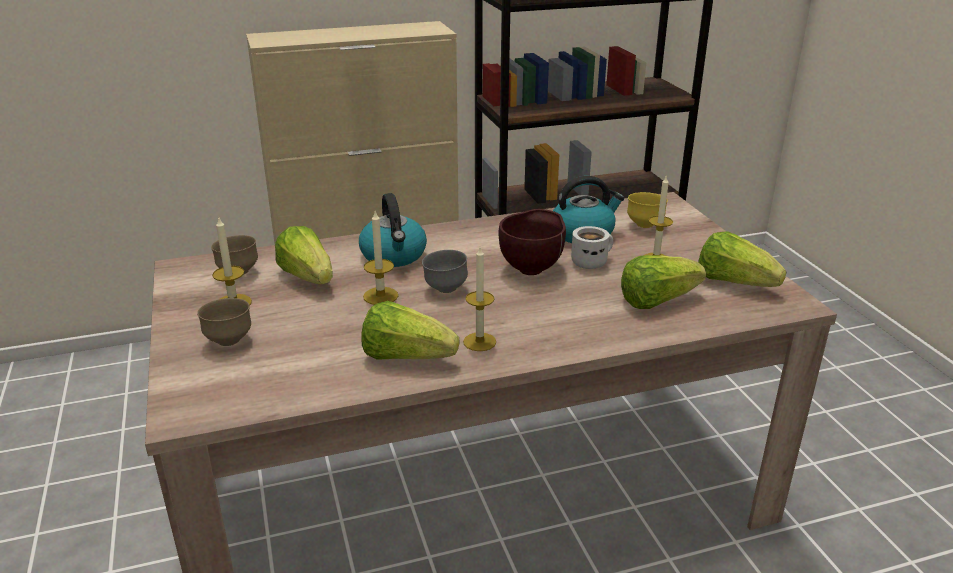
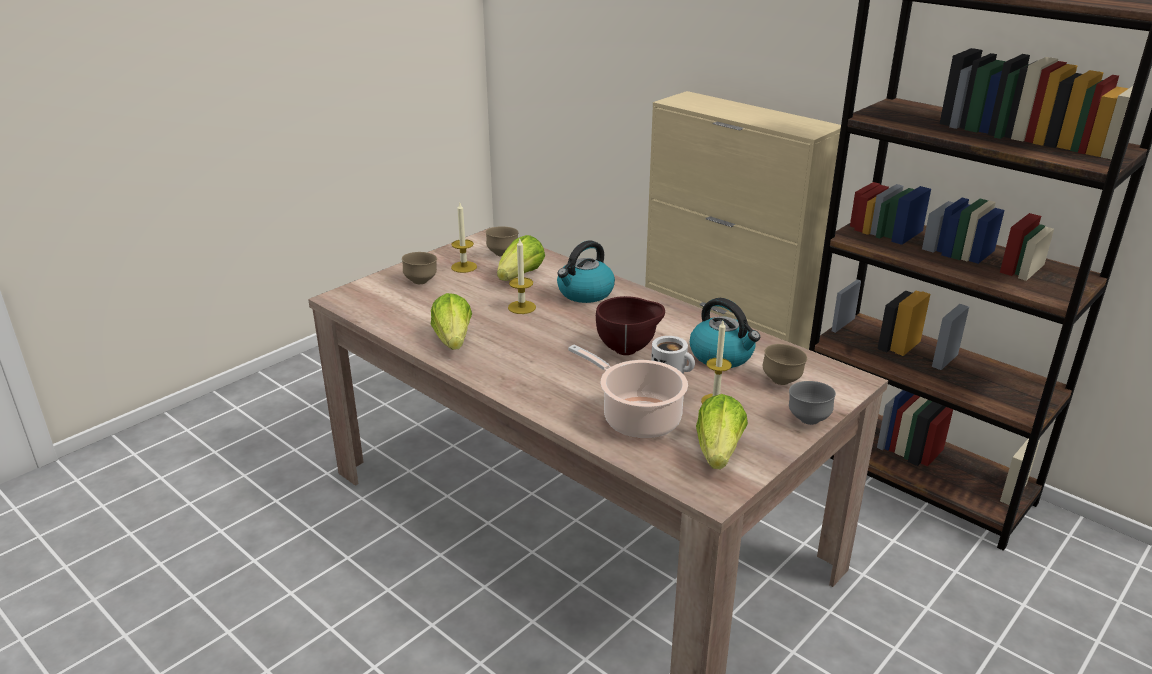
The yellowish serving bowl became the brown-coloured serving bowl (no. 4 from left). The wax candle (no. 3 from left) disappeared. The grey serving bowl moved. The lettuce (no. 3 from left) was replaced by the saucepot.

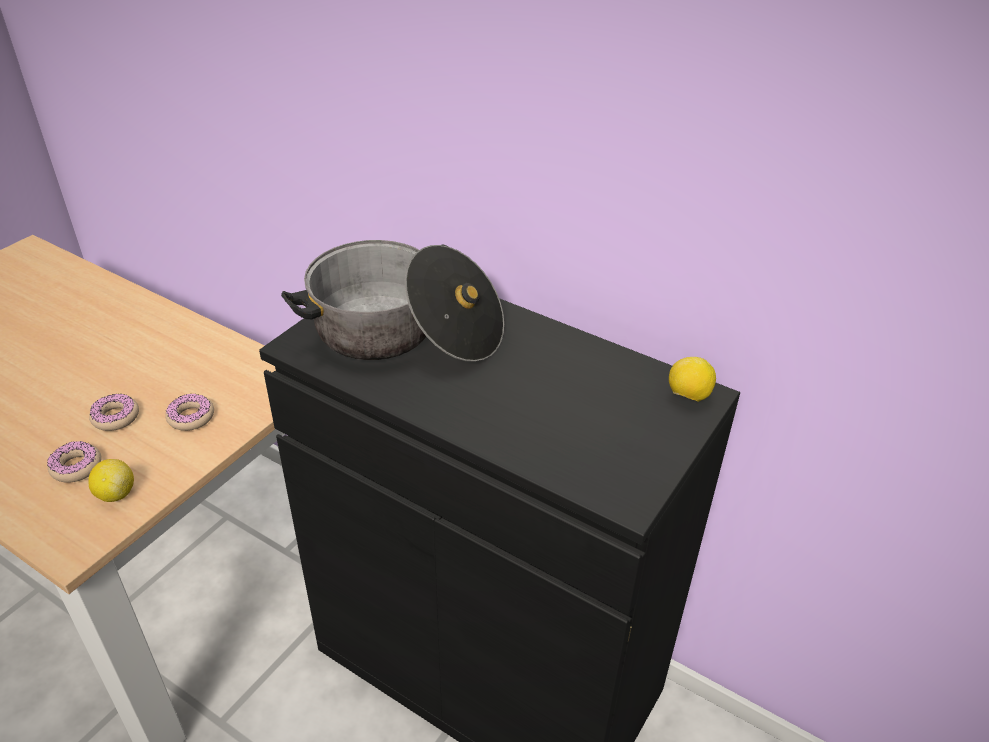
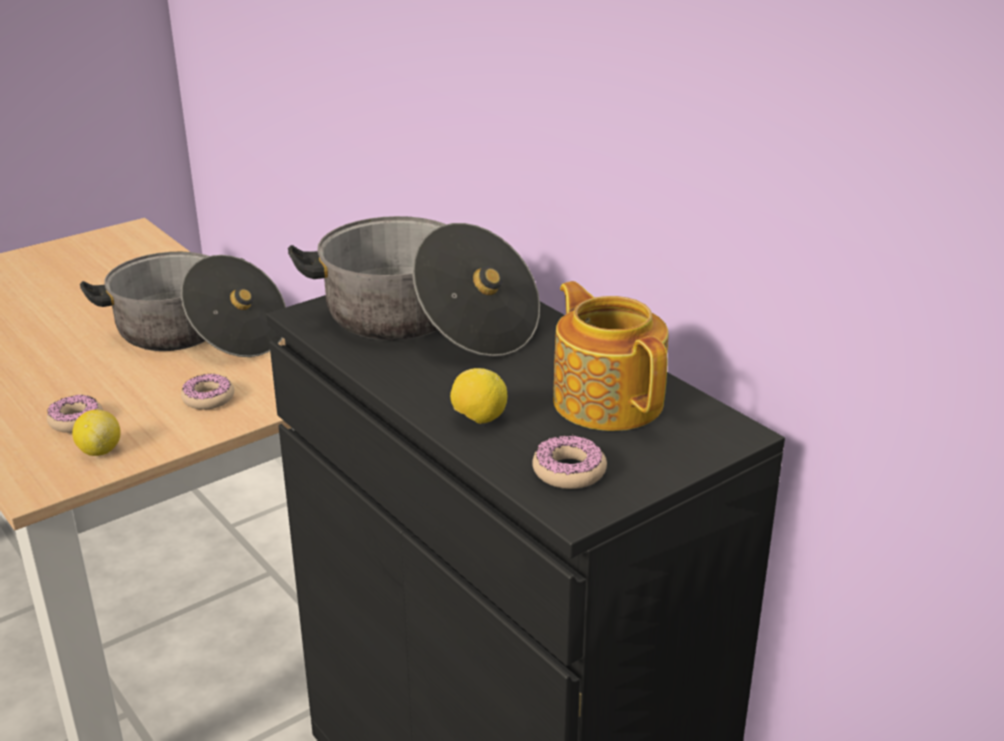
The whole lemon (no. 2 from left) moved. The ring doughnut (no. 2 from left in the first image) moved. The saucepot (no. 1 from left) appeared. The pot for tea appeared.

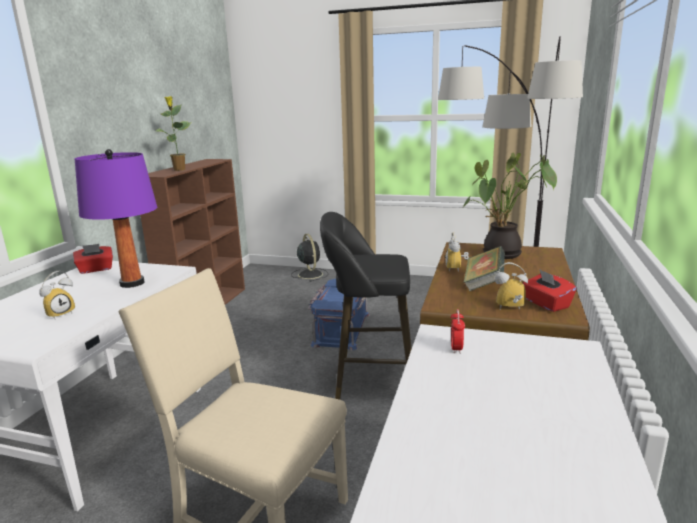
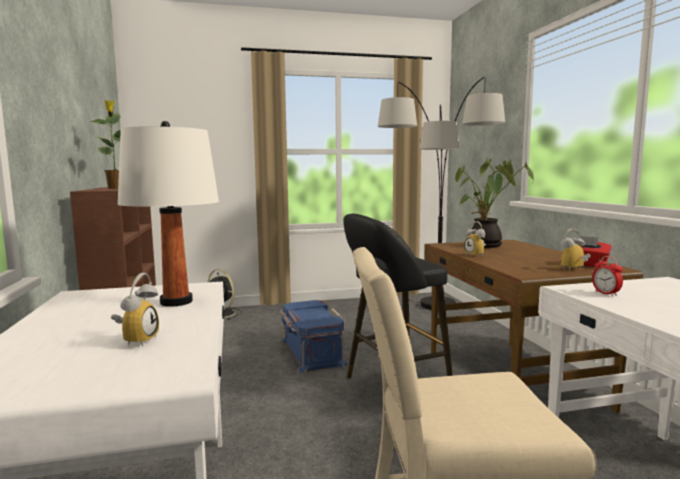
The purplish table lamp became the white-coloured table lamp. The red-coloured box of tissues (no. 1 from left) disappeared. The book disappeared.

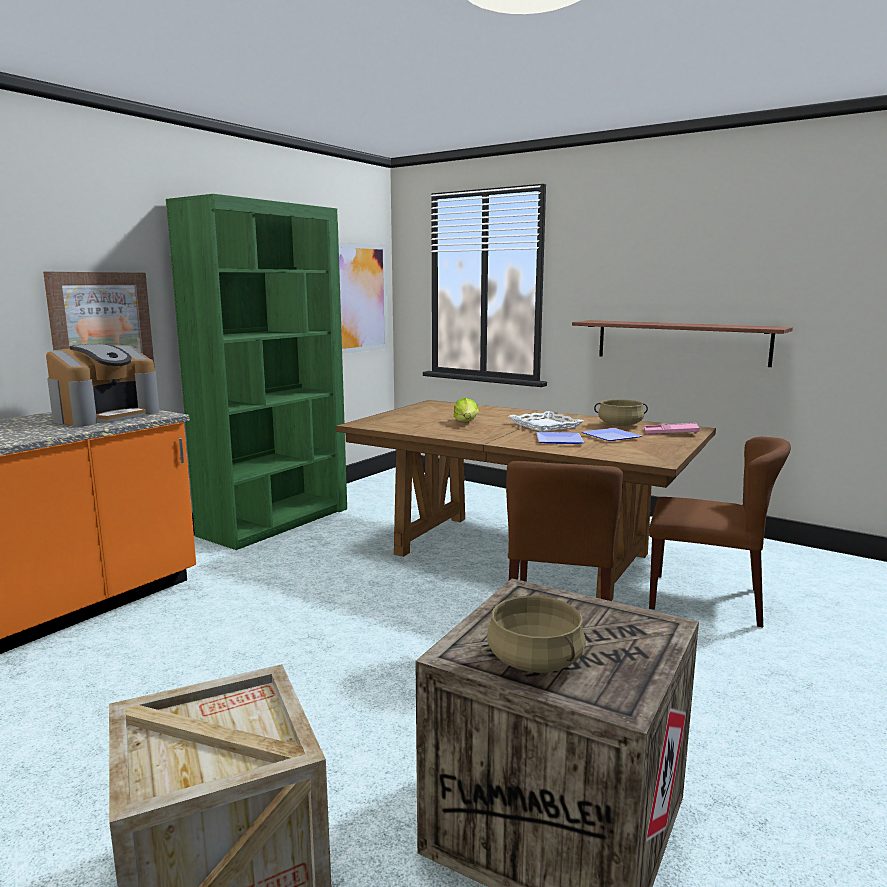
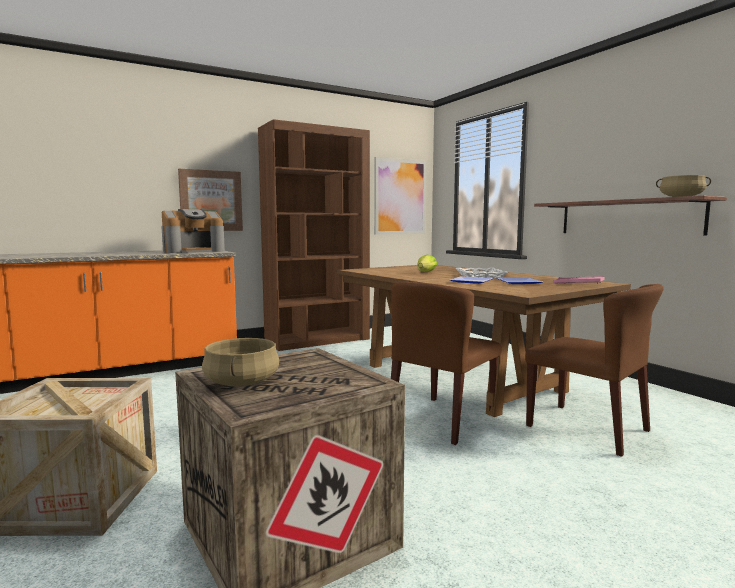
The green bookshelf became the brown-coloured bookshelf. The beige saucepot (no. 2 from left) moved.

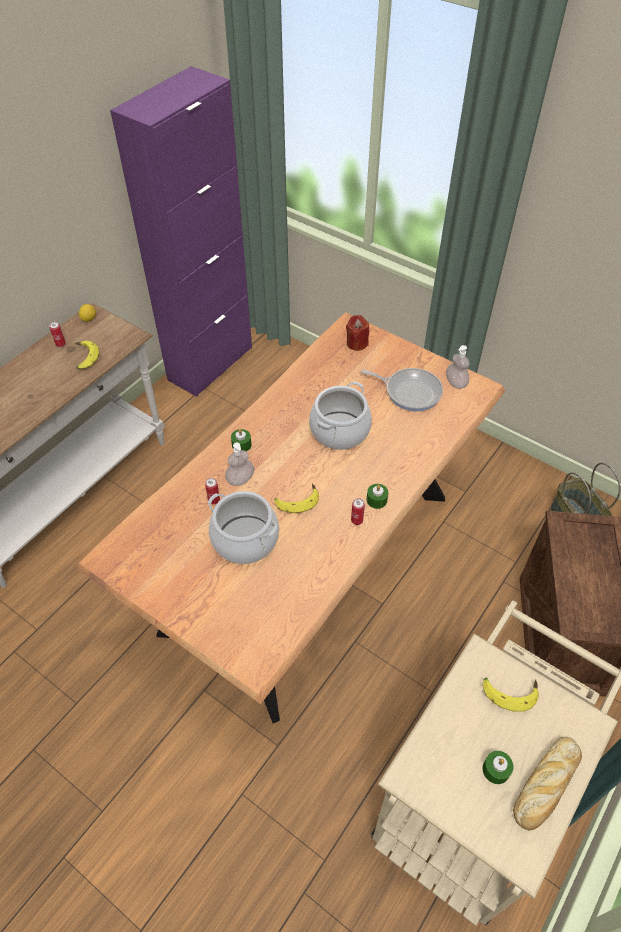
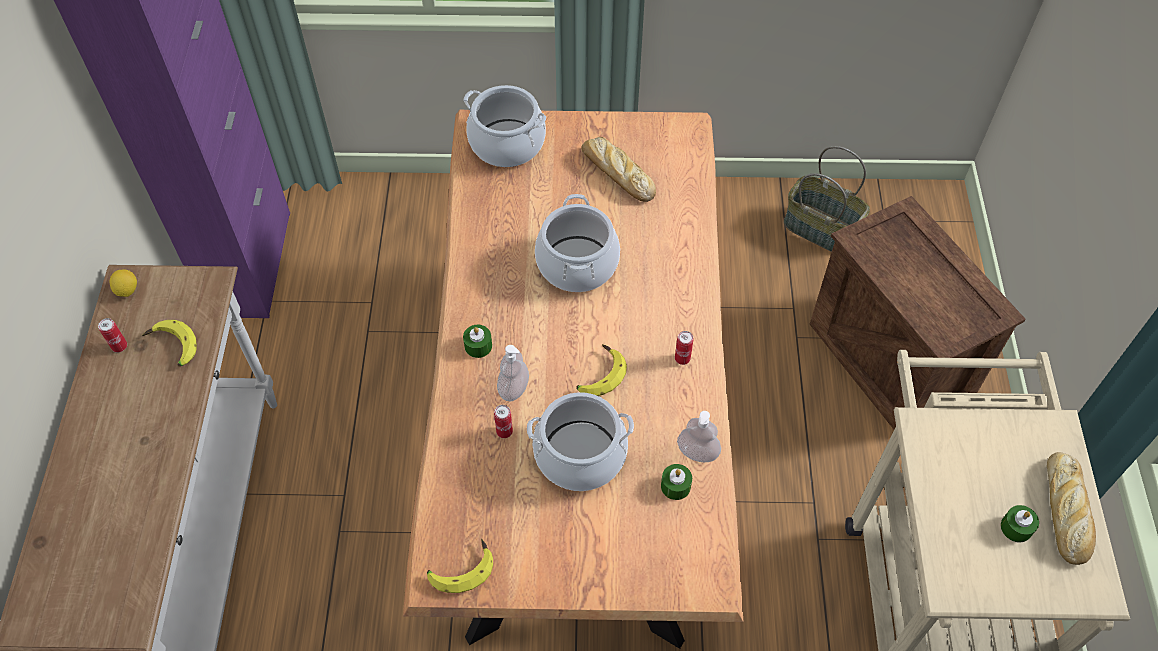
The red-coloured wax candle was replaced by the saucepot (no. 1 from left). The liquid soap bottle (no. 2 from left) moved. The skillet was replaced by the bakery bread (no. 1 from left). The green wax candle (no. 2 from left) moved. The banana fruit (no. 3 from left in the first image) moved.

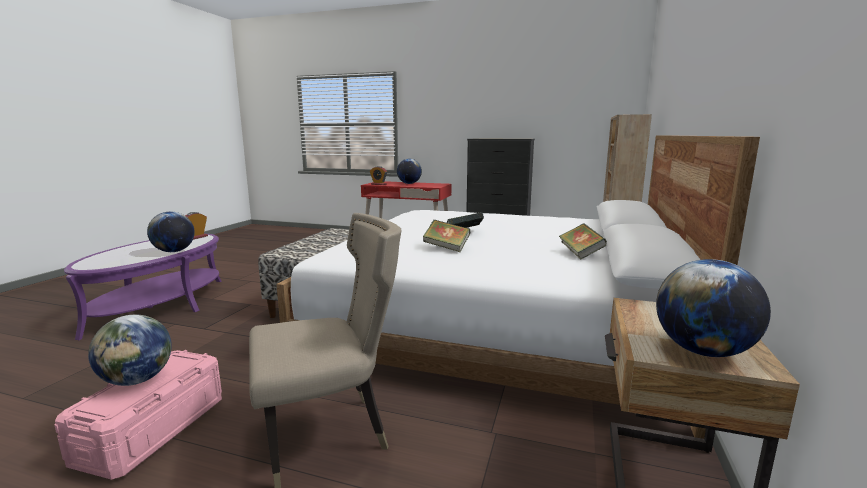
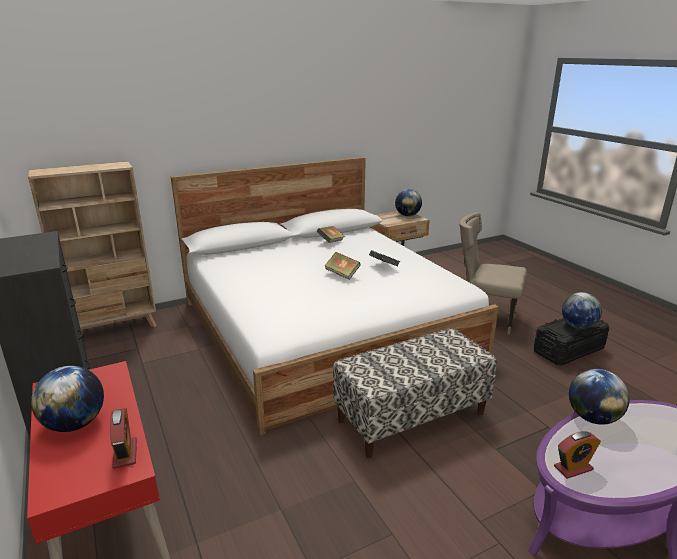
The pink-coloured storage container became the black-coloured storage container.

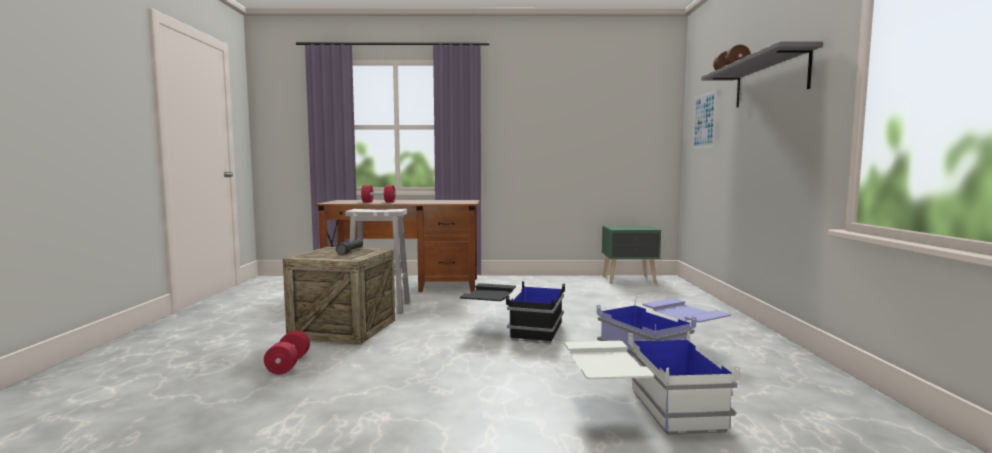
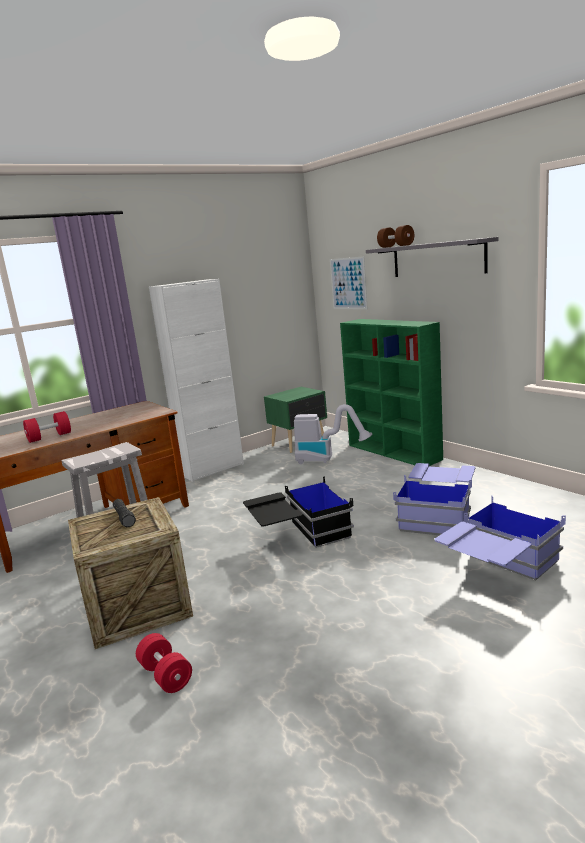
The white-coloured storage container became the blue-coloured storage container (no. 2 from left). The white-coloured storage cabinet appeared. The green bookshelf appeared. The vacuum cleaner appeared.

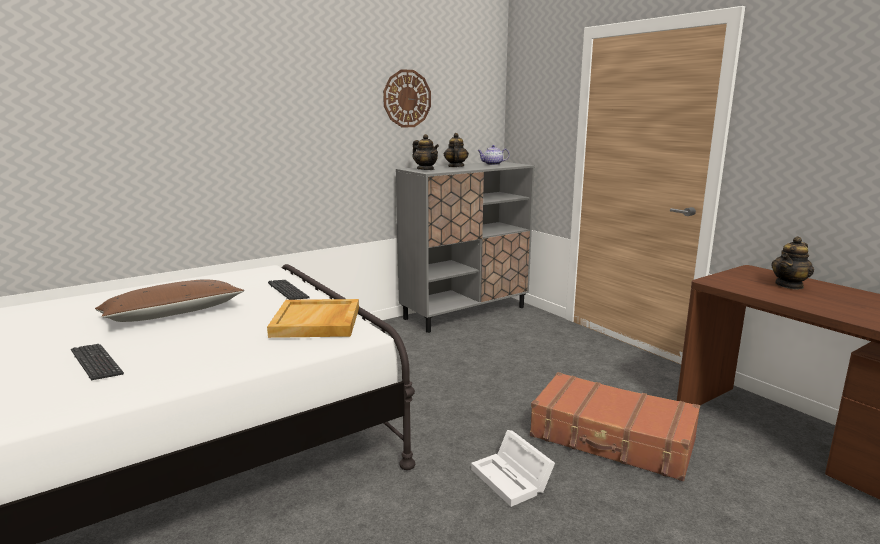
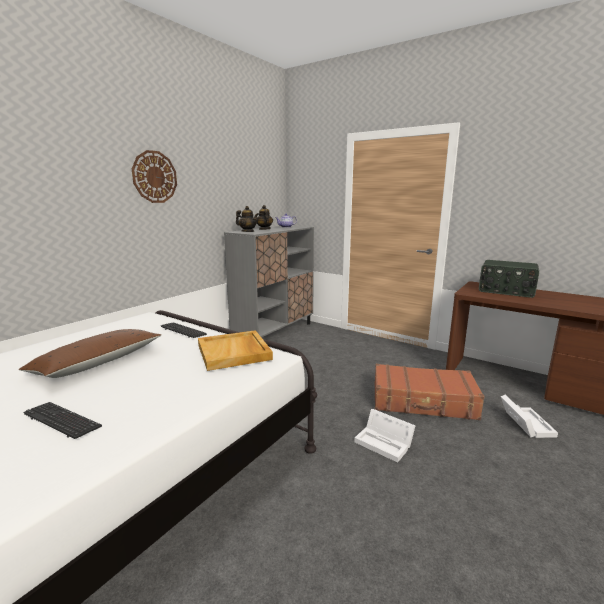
The wall clock moved. The pot for tea (no. 4 from left) was replaced by the radio set. The white-coloured storage container (no. 2 from left) appeared.

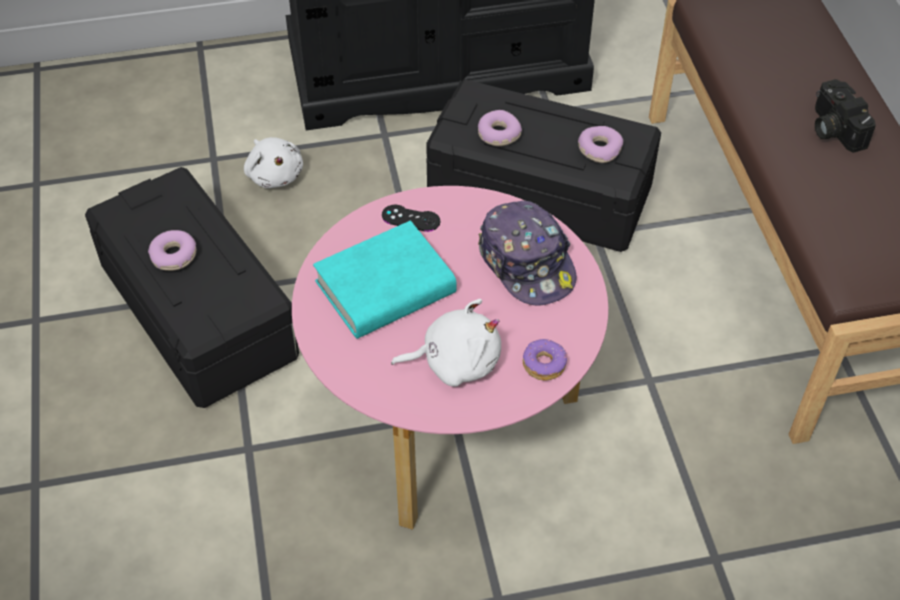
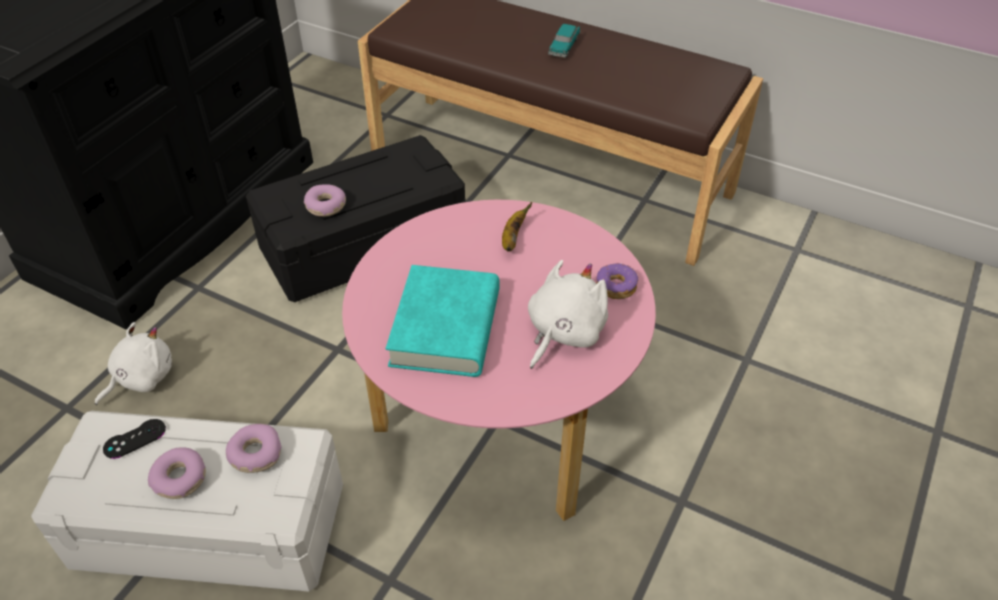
The still camera was replaced by the model car. The ring doughnut (no. 4 from left in the first image) moved. The white-coloured soft toy (no. 1 from left) turned 60 degrees counterclockwise. The black-coloured storage container (no. 1 from left) became the white-coloured storage container. The baseball cap was replaced by the banana fruit. The black-coloured joypad moved.

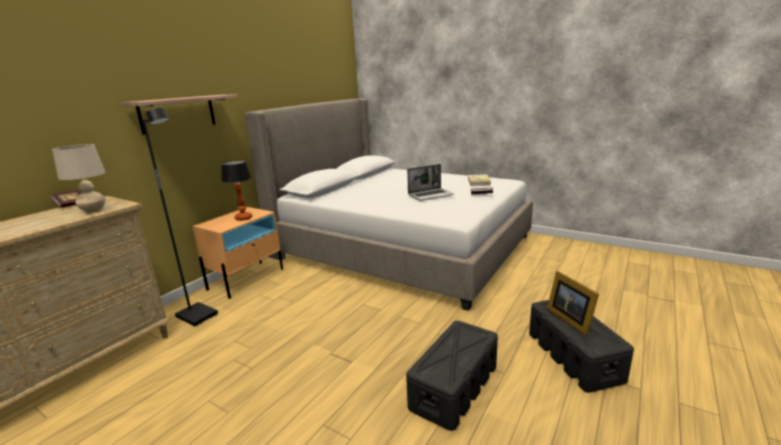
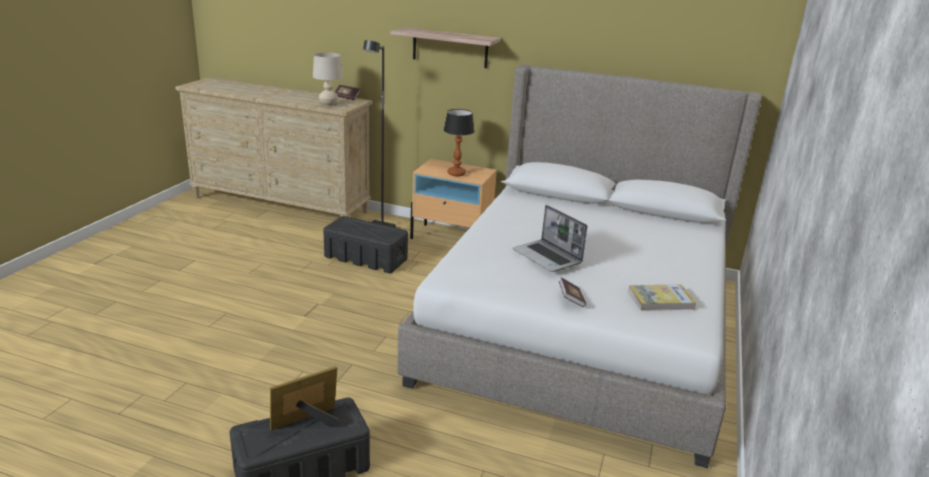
The black-coloured storage container (no. 1 from left in the first image) moved.

